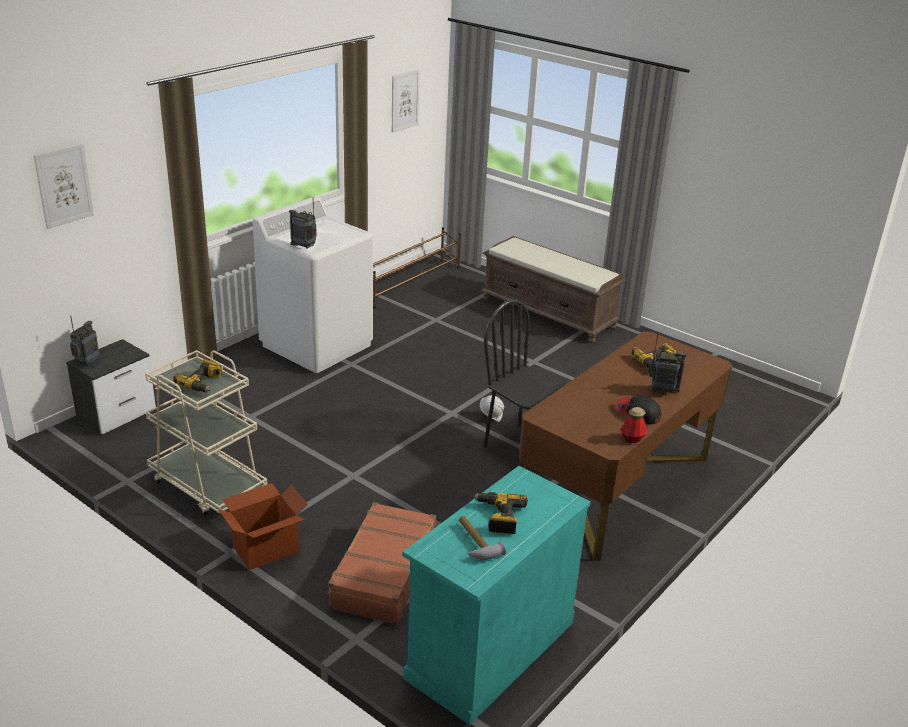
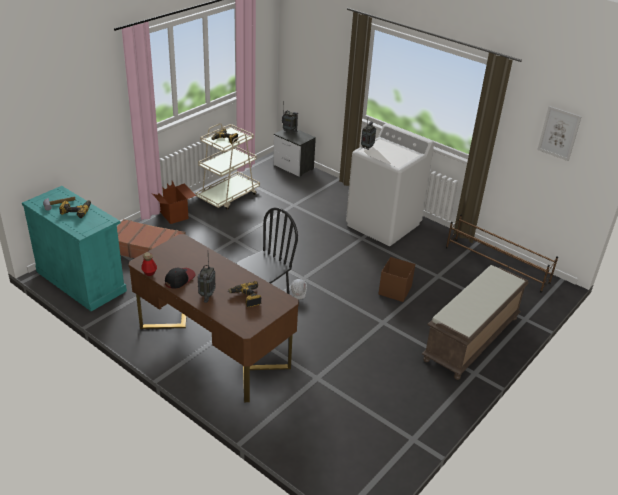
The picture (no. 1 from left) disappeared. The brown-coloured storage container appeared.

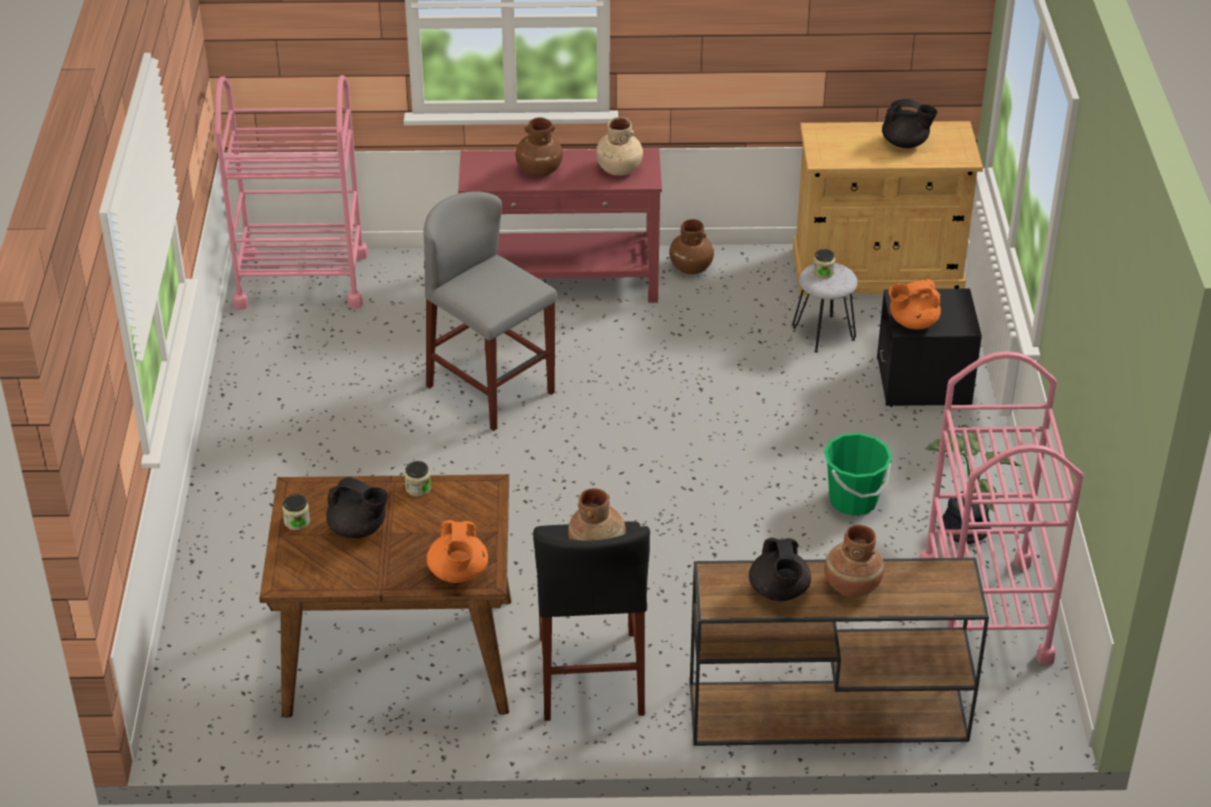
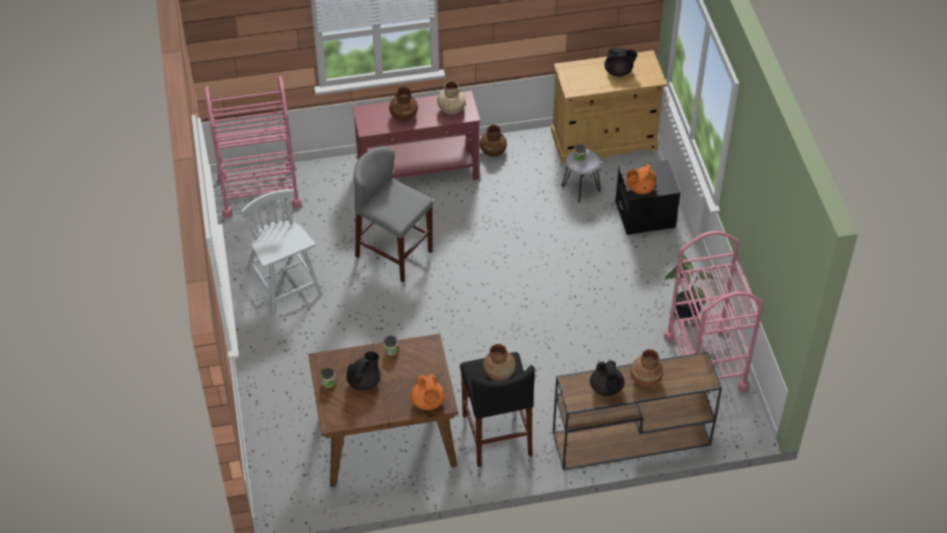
The green bucket disappeared. The black-coloured pot for tea (no. 1 from left) turned 60 degrees counterclockwise. The white-coloured upright chair appeared.

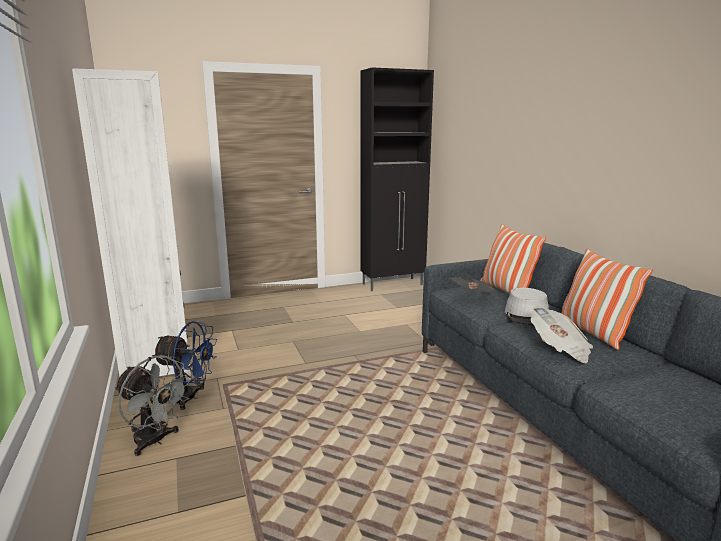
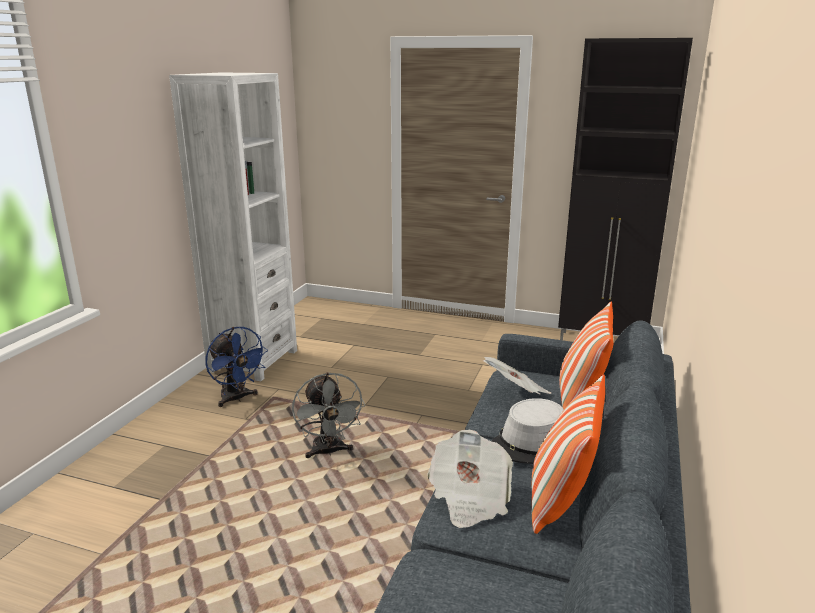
The grey electric fan moved.

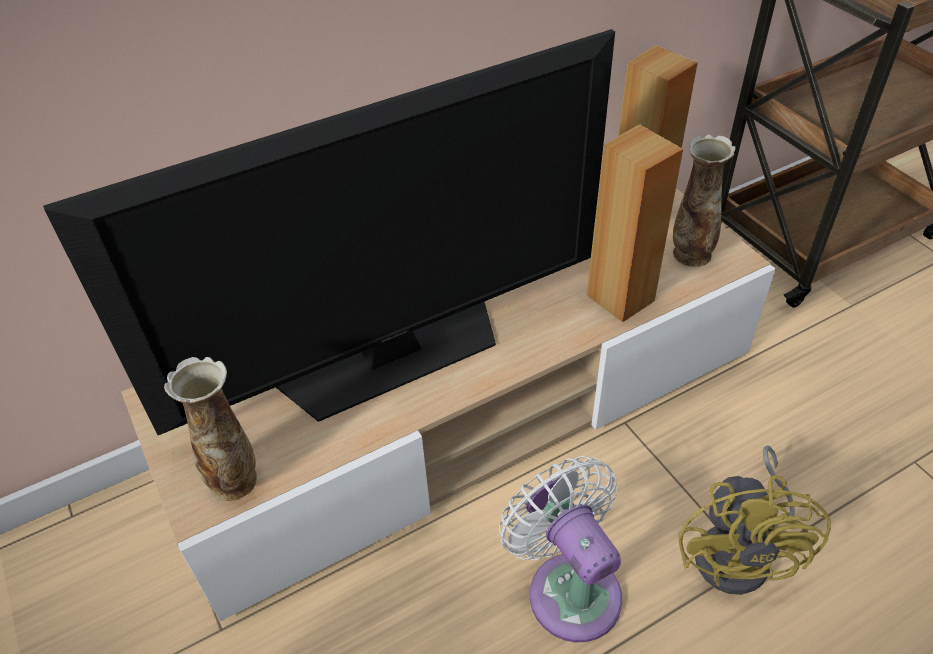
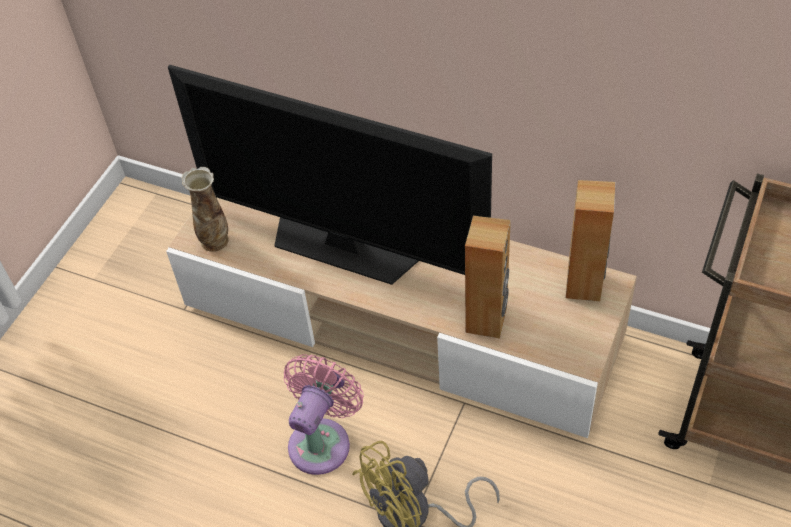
The vase (no. 2 from left) disappeared. The white-coloured electric fan became the pink-coloured electric fan.

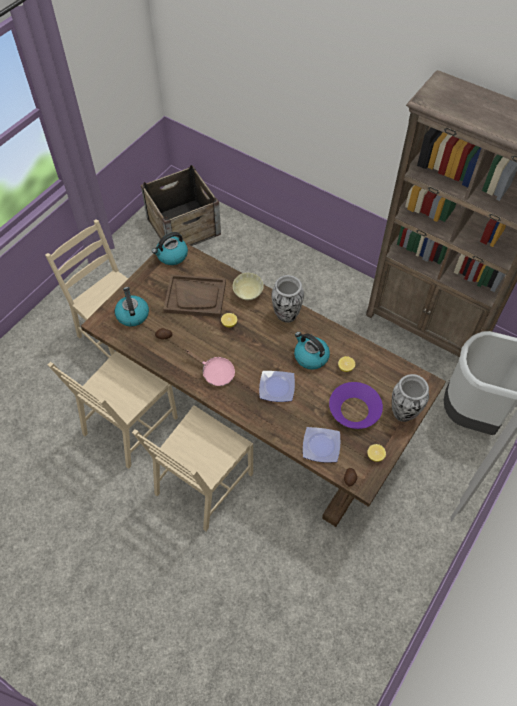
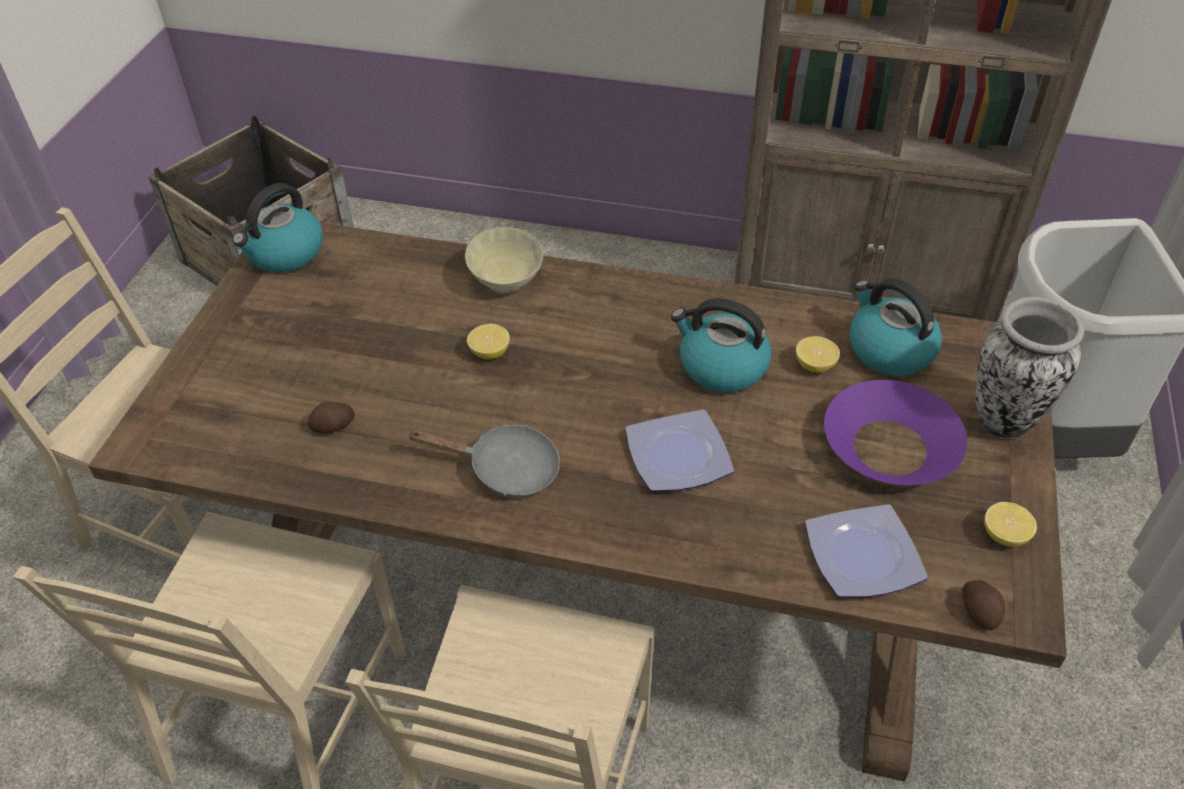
The brown-coloured carrying tray disappeared. The vase (no. 1 from left) disappeared. The tea kettle (no. 1 from left in the first image) moved. The pink-coloured skillet became the grey skillet.

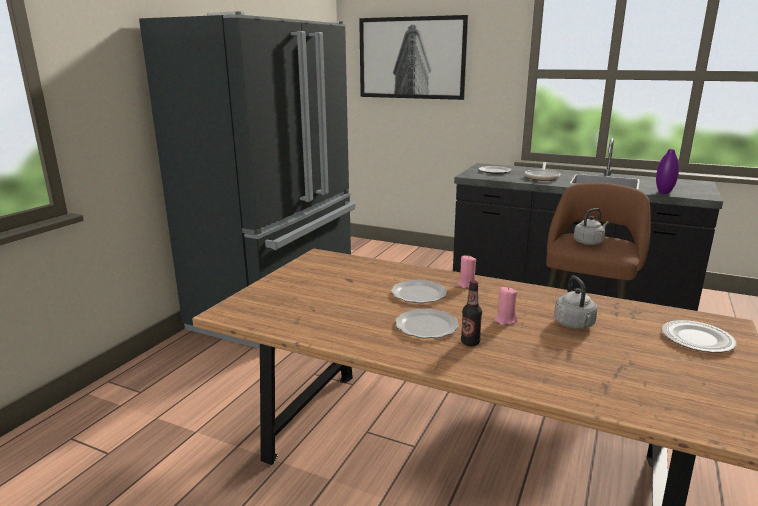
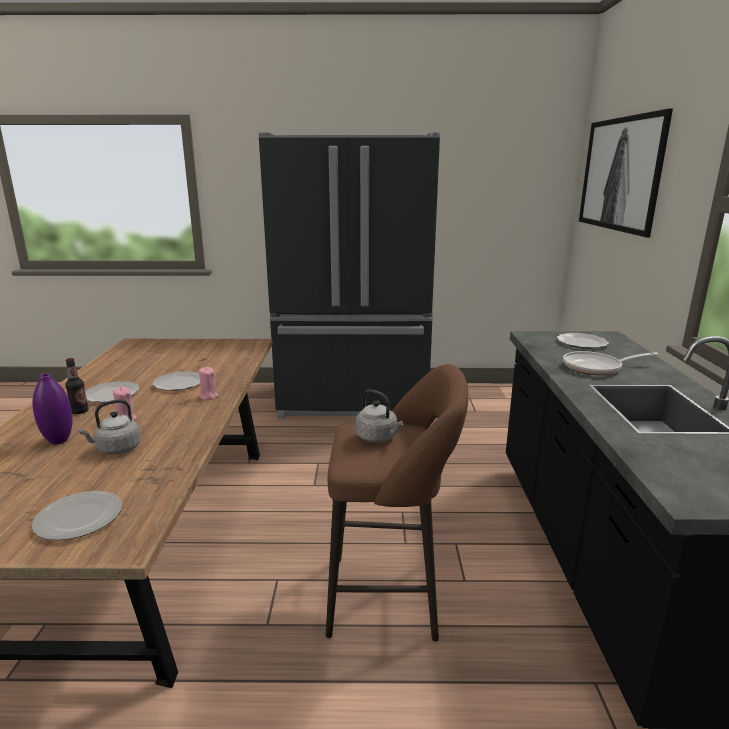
The purplish vase moved.

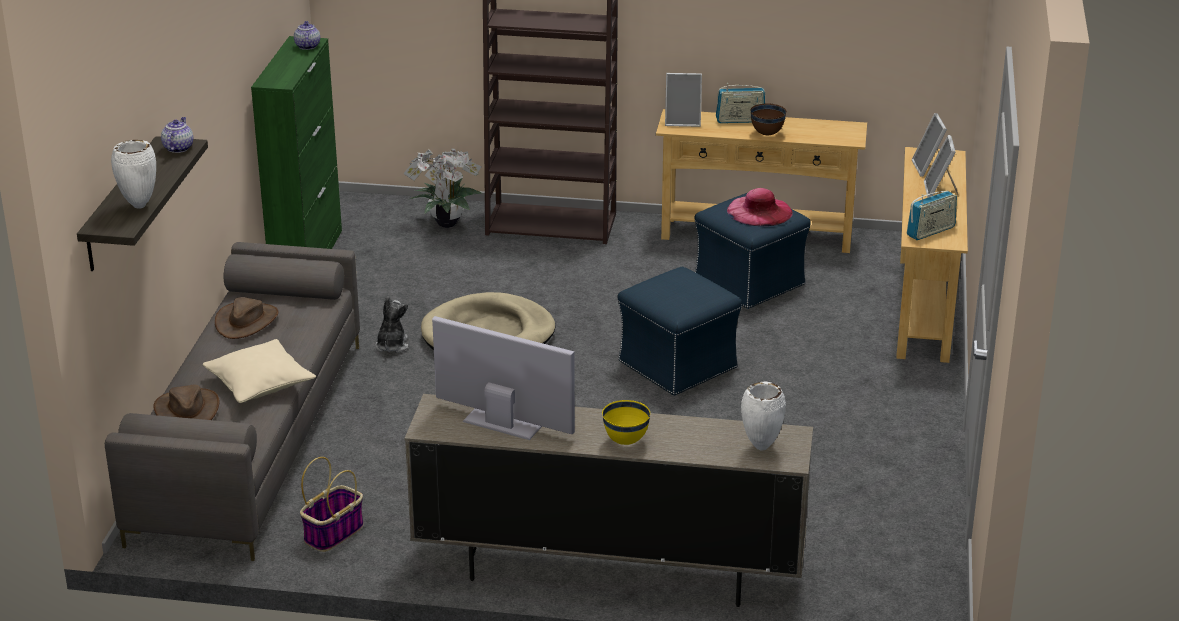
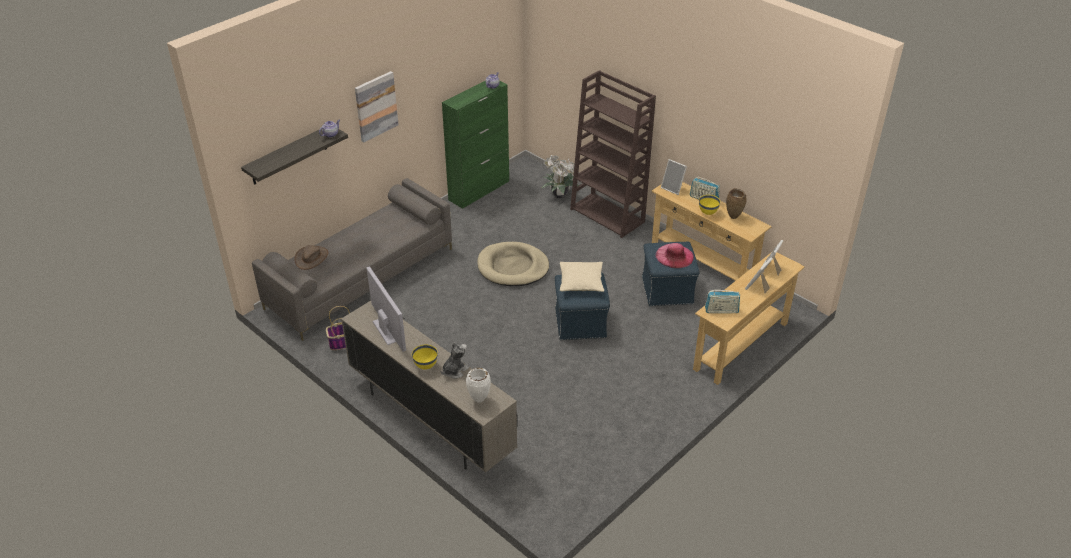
The brown-coloured serving bowl became the yellowish serving bowl (no. 2 from left). The white-coloured vase (no. 1 from left) disappeared. The soft toy moved. The brown-coloured hat (no. 2 from left) disappeared. The beige cushion moved. The picture appeared. The brown-coloured vase appeared.

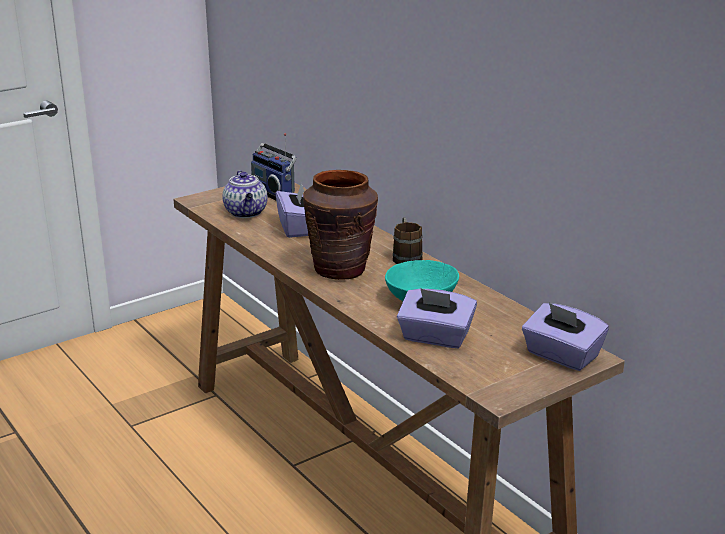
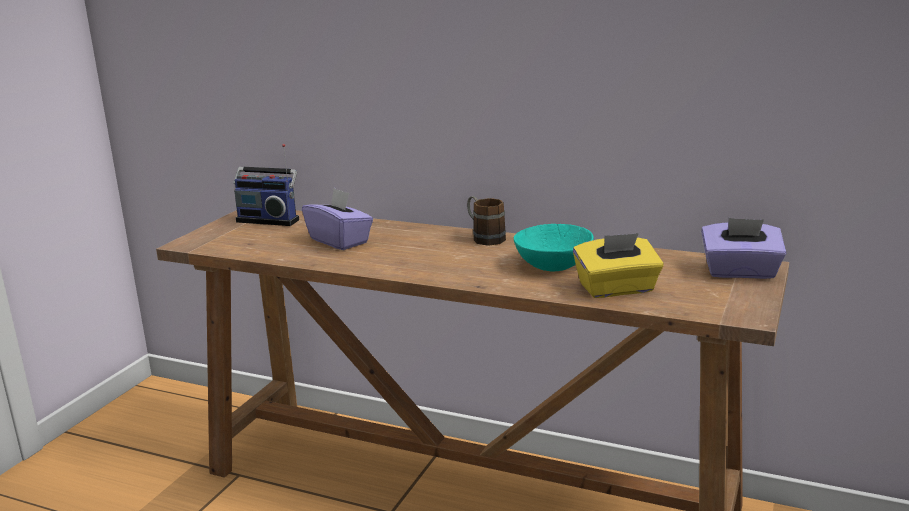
The pot for tea disappeared. The brown-coloured vase disappeared. The purplish box of tissues (no. 2 from left) became the yellowish box of tissues.

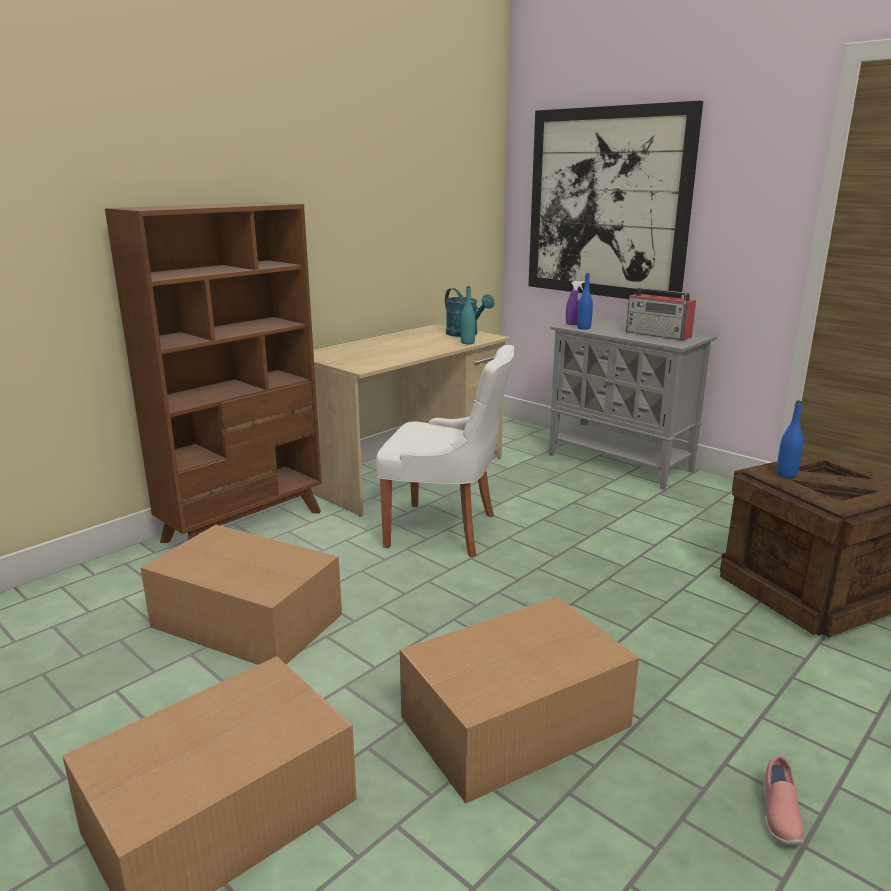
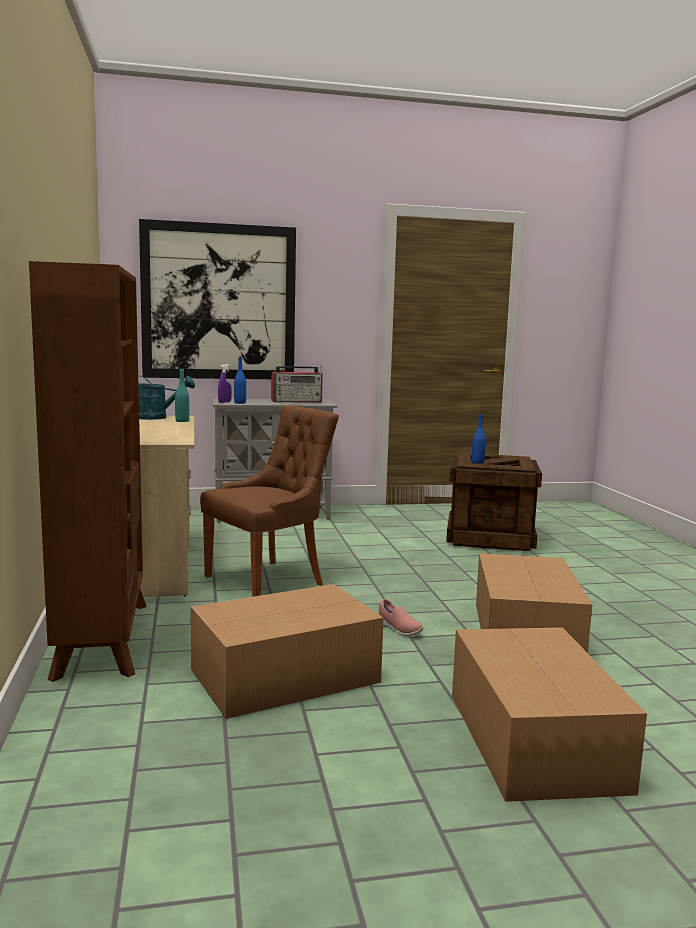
The white-coloured upright chair became the brown-coloured upright chair. The pink-coloured shoe moved.

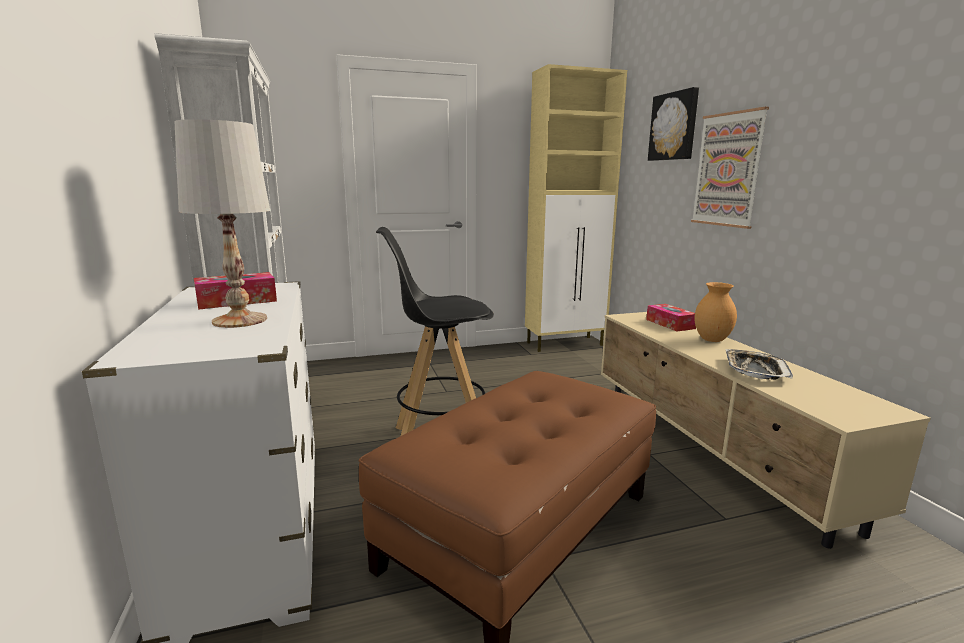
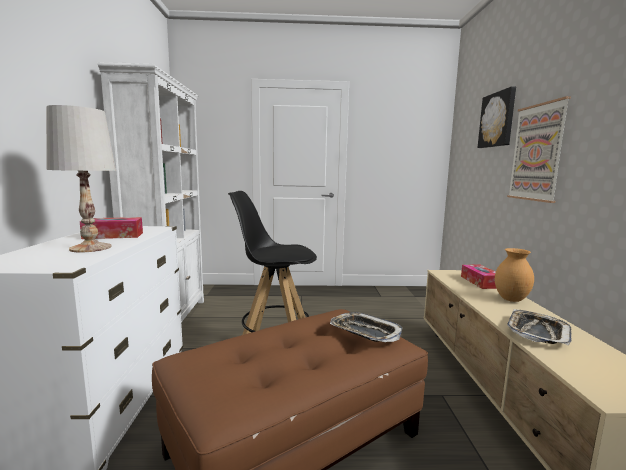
The beige storage cabinet disappeared. The carrying tray (no. 1 from left) appeared.

